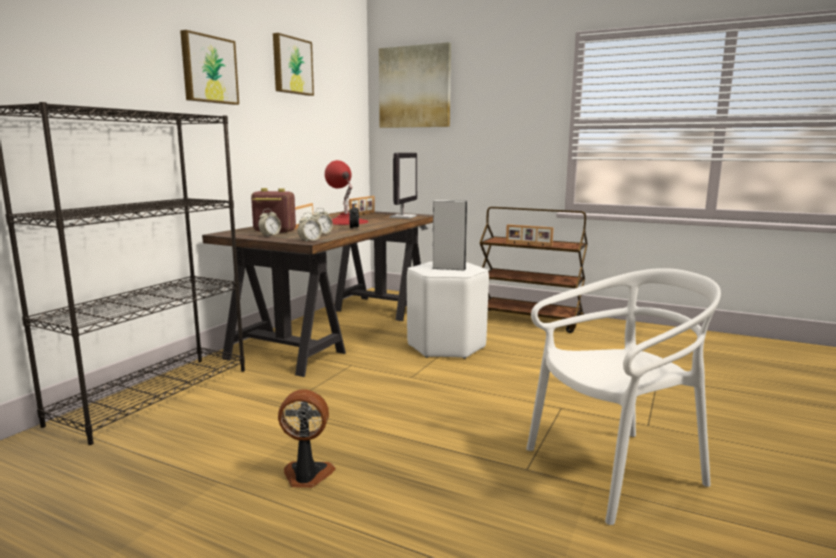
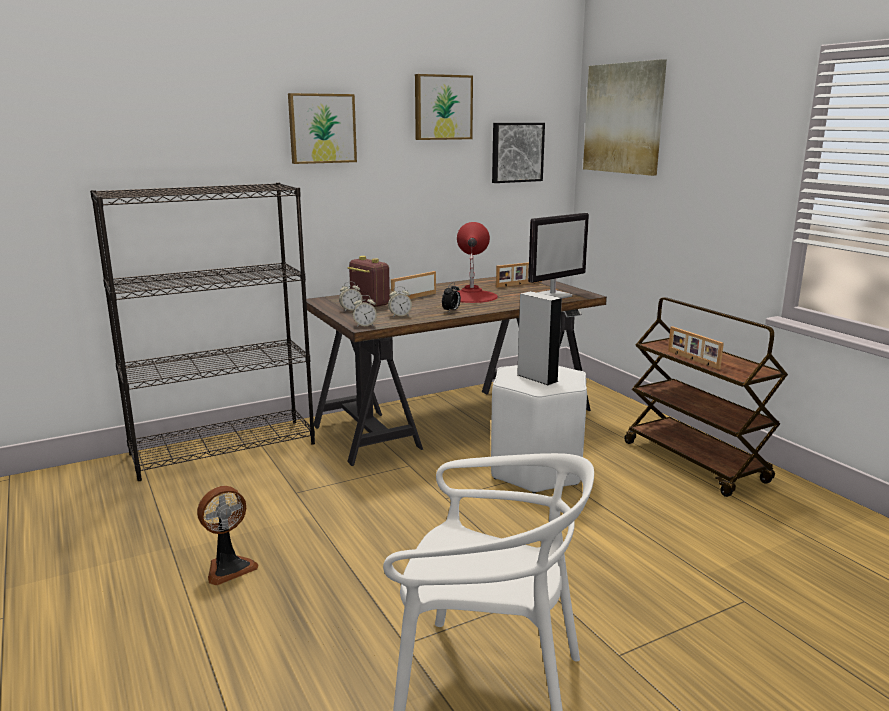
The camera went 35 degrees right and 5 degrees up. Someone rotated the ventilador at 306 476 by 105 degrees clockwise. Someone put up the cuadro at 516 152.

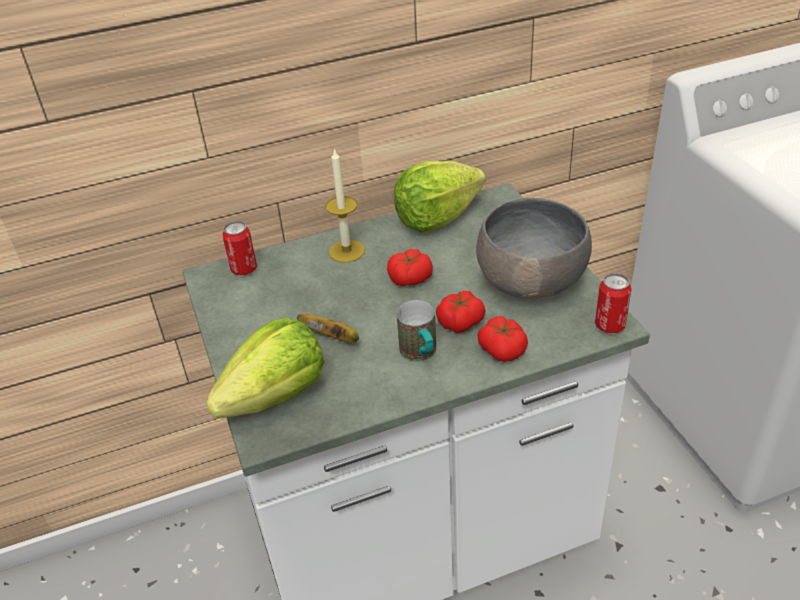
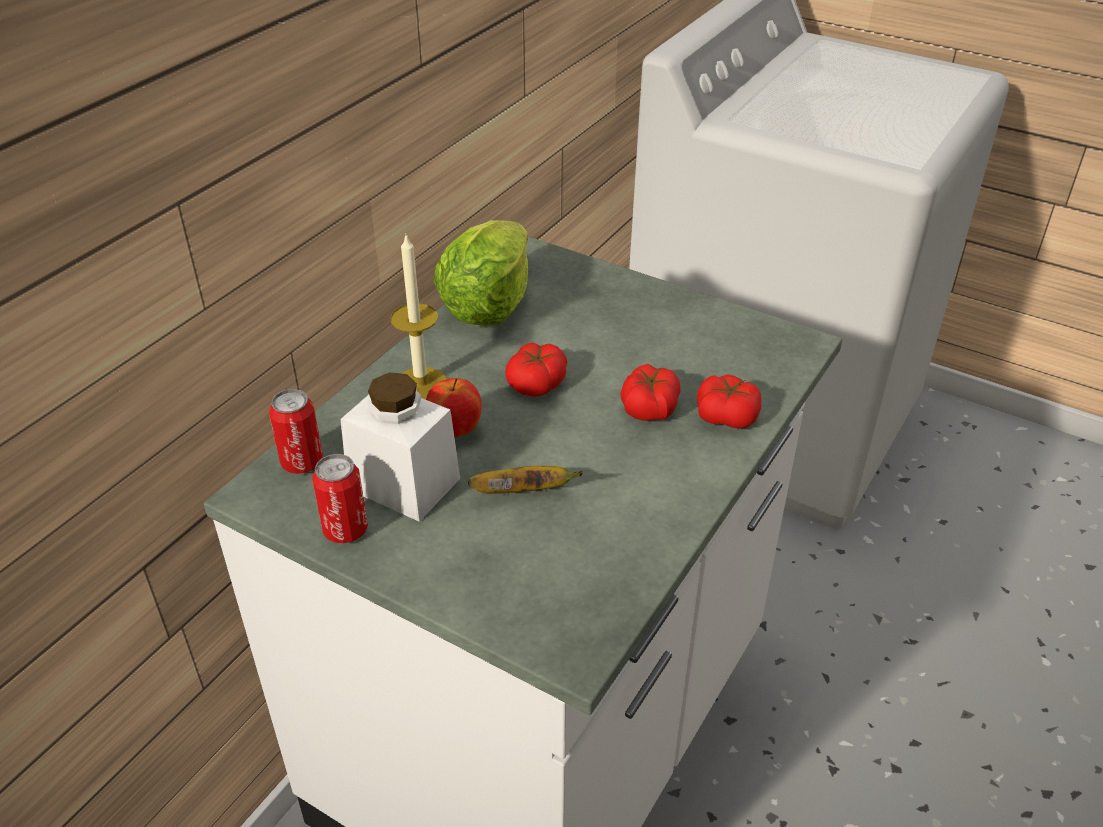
The camera went 40 degrees left and 0 degrees up. Someone took away the lechuga at 276 396. Someone took away the taza grande at 421 354. Someone took away the cuenco/gris at 530 281. Someone carried the lata from 610 325 to 345 530. Someone put down the tarro/blanco at 404 483. Someone put down the manzana at 455 431.

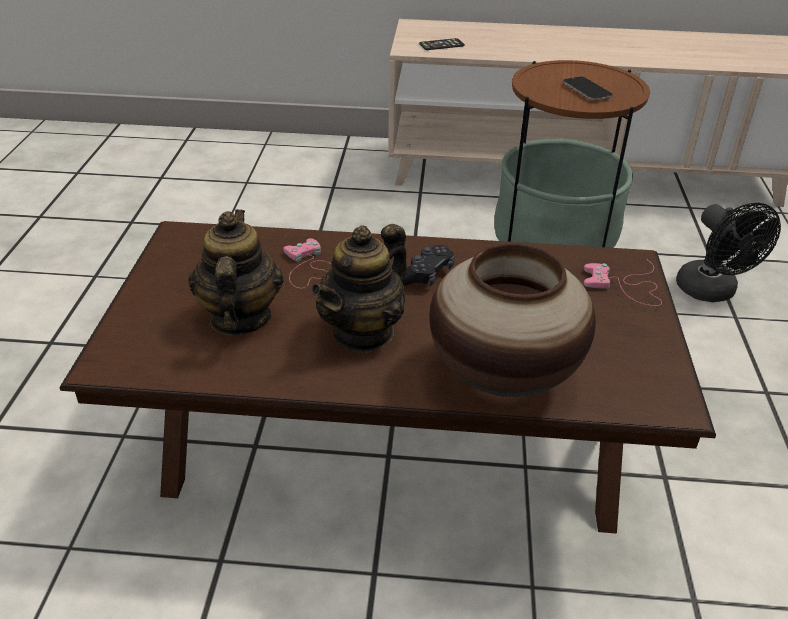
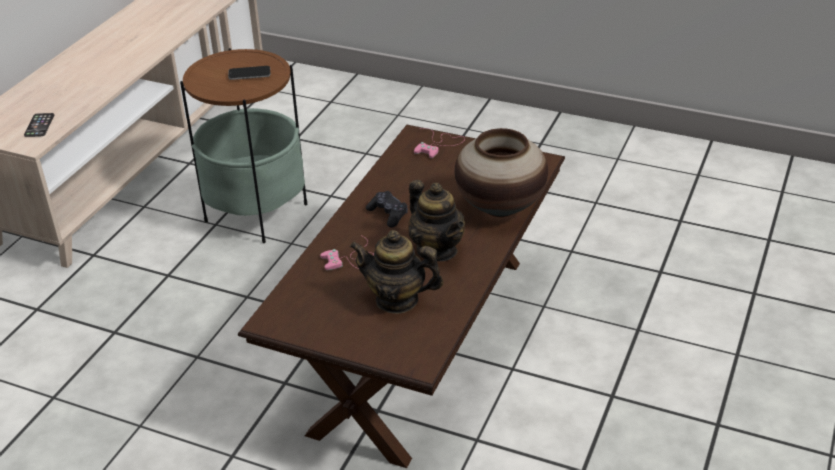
The camera went 70 degrees left and 0 degrees up. Someone took away the ventilador/negro at 712 292.

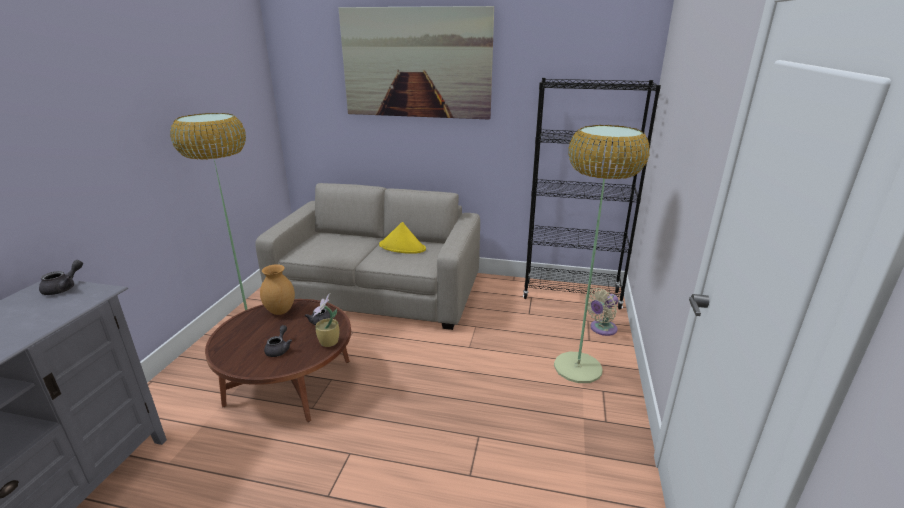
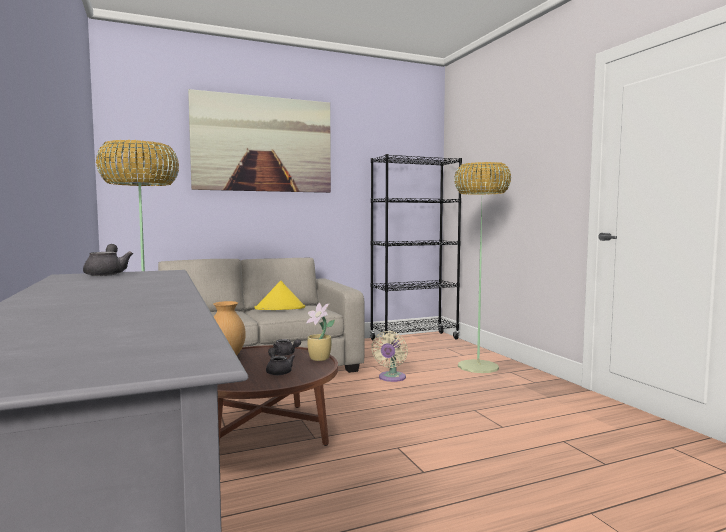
The camera went 35 degrees left and 20 degrees down. Someone carried the ventilador/beis from 601 329 to 391 378.

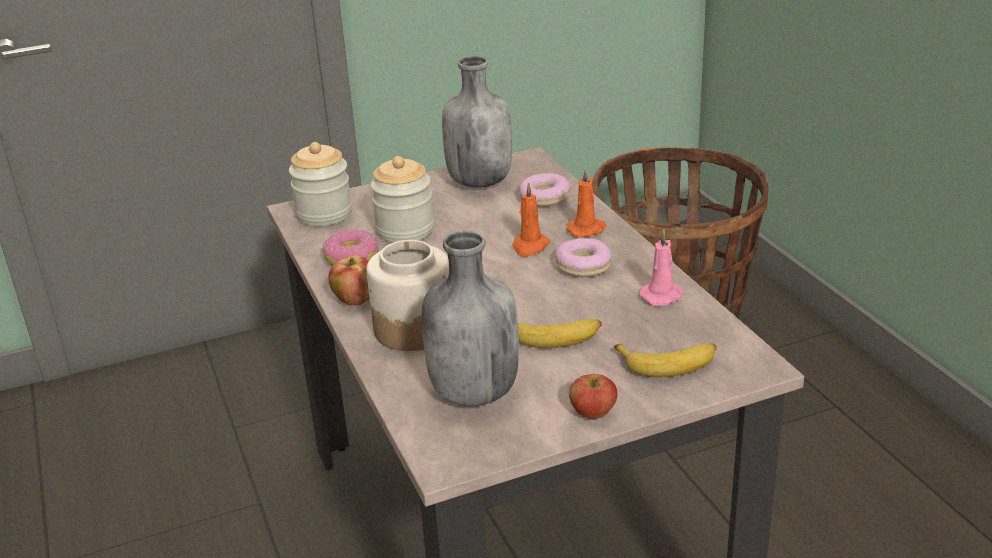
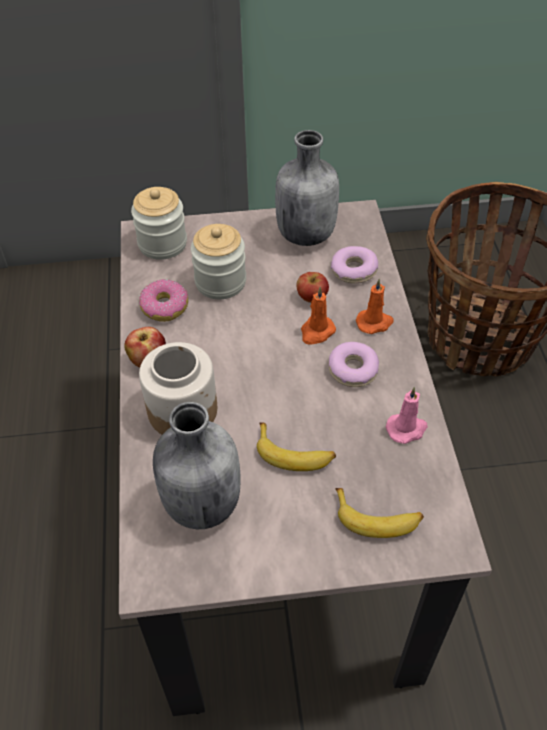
The camera went 15 degrees right and 20 degrees up. Someone carried the manzana from 593 413 to 312 297.

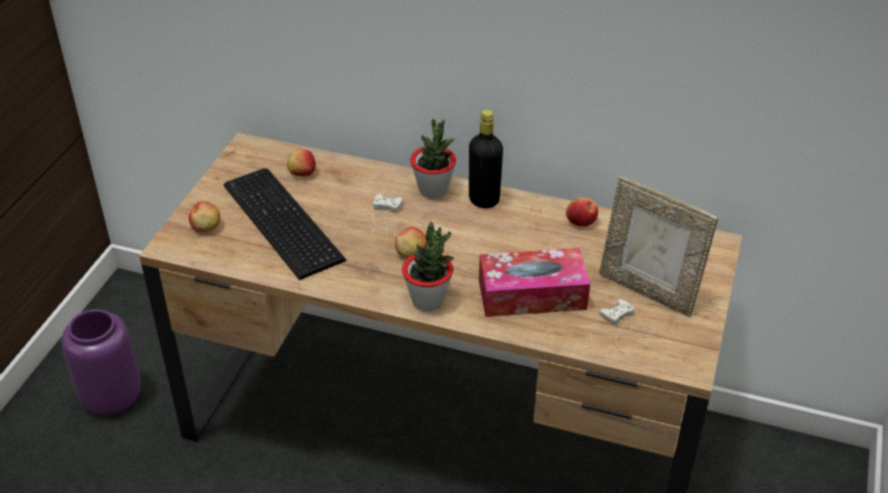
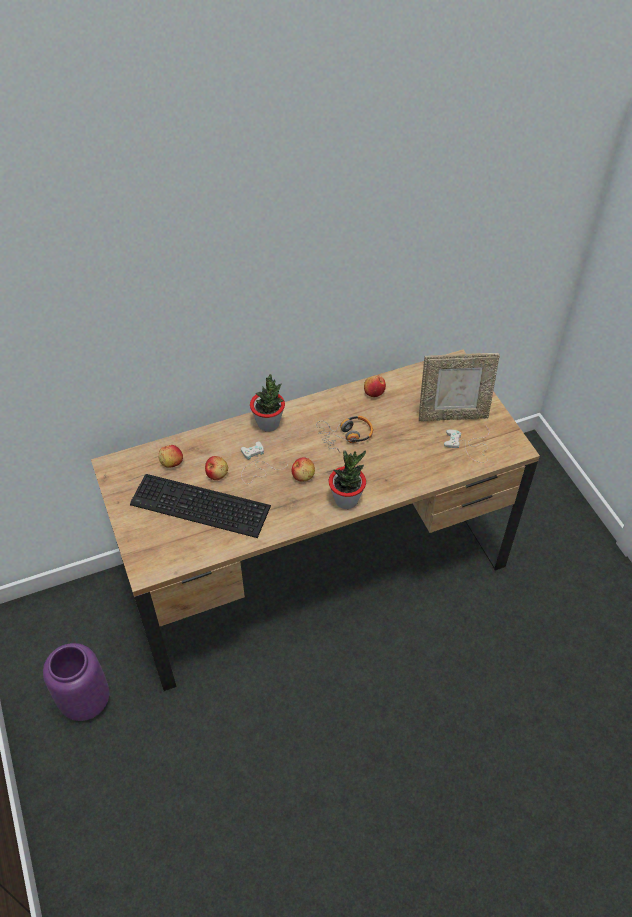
The camera went 40 degrees left and 10 degrees up. Someone carried the manzana from 206 227 to 217 474. Someone took away the botella/negro at 484 200. Someone took away the caja de pañuelos at 532 294. Someone put down the auriculares at 346 436.

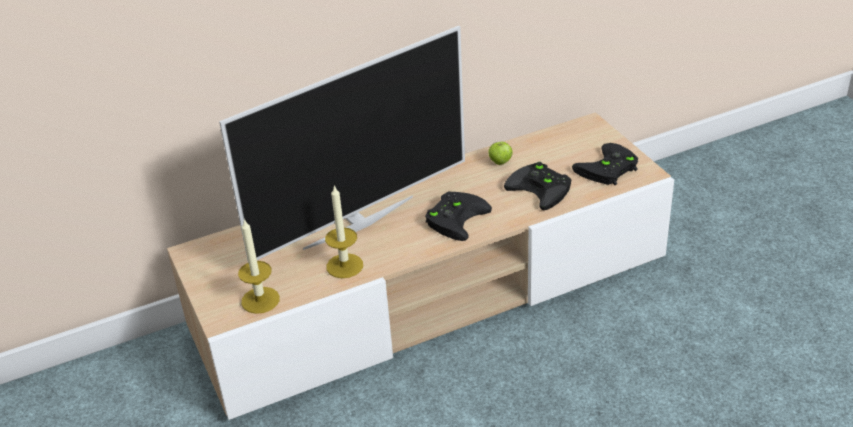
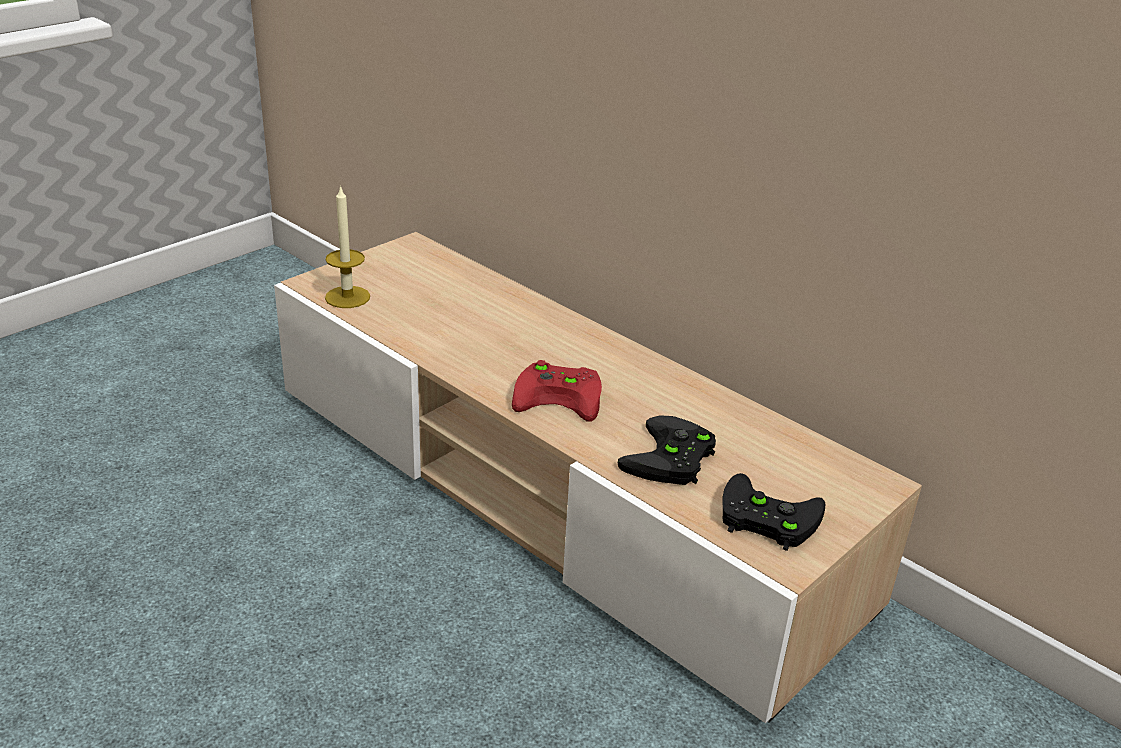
The camera went 65 degrees right and 5 degrees down. Someone took away the televisor at 358 221. Someone took away the vela at 344 266. Someone repainted the mando de consola/negro at 455 217, which became the mando de consola/rojo at 561 396. Someone took away the manzana at 500 162.

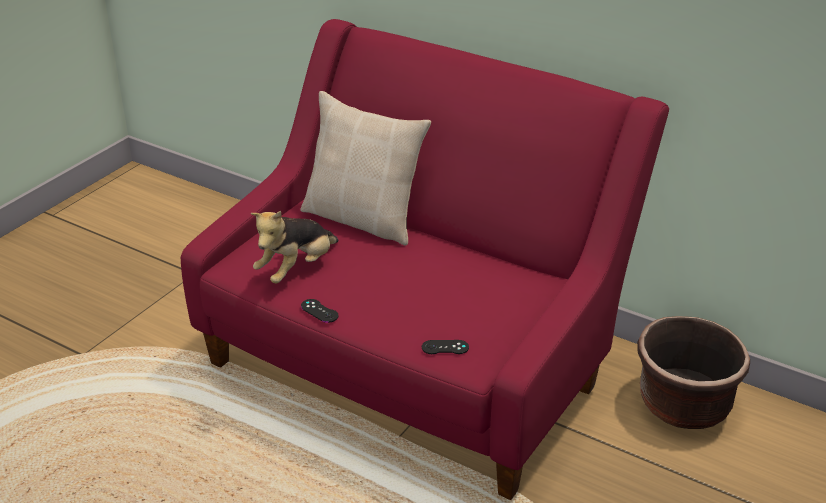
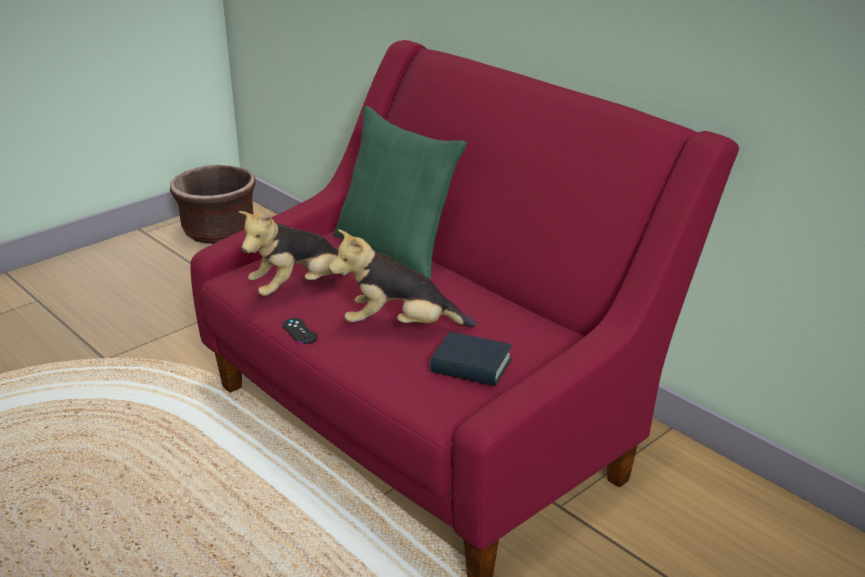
The camera went 15 degrees right and 5 degrees down. Someone repainted the cojín/beis at 364 219, which became the cojín/verde at 396 251. Someone took away the mando de consola/negro at 445 347. Someone carried the maceta/marrón from 683 404 to 219 232. Someone put down the peluche at 400 326. Someone put down the libro at 471 366.

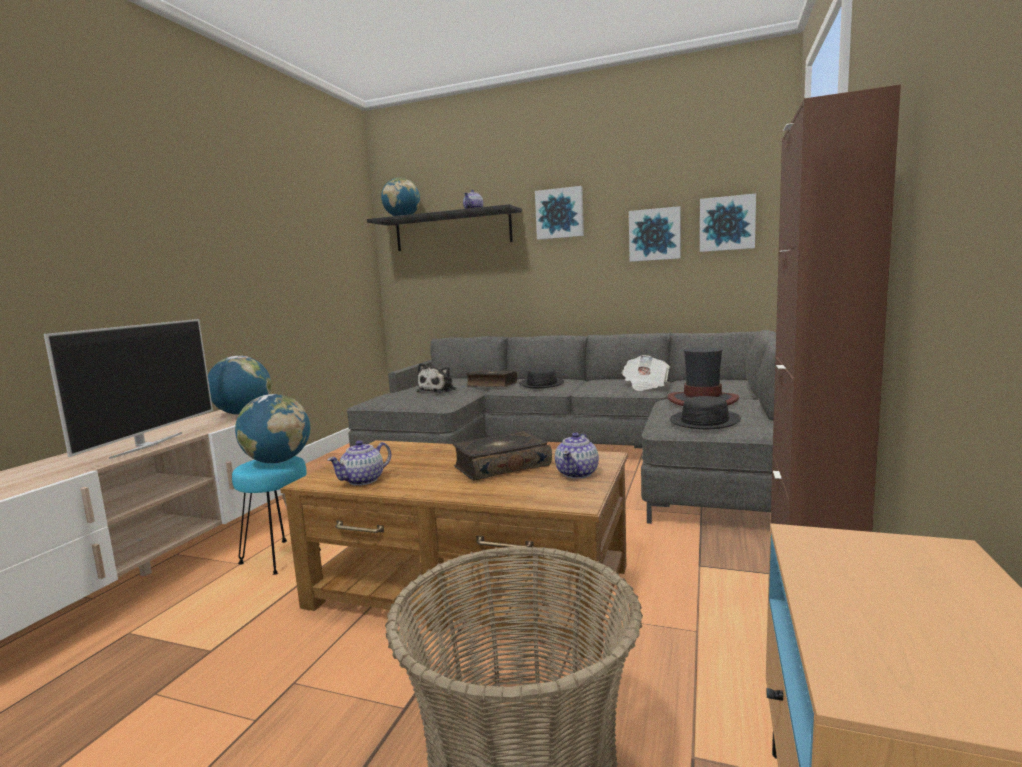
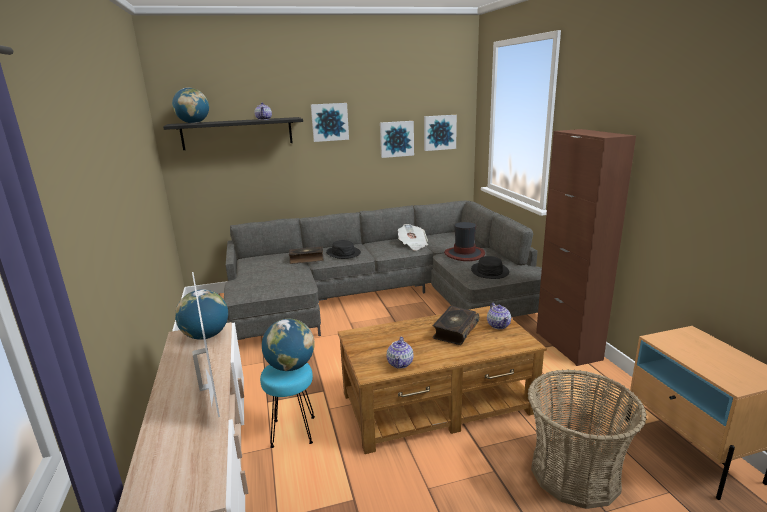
The camera went 35 degrees left and 10 degrees up. Someone took away the peluche at 438 390.

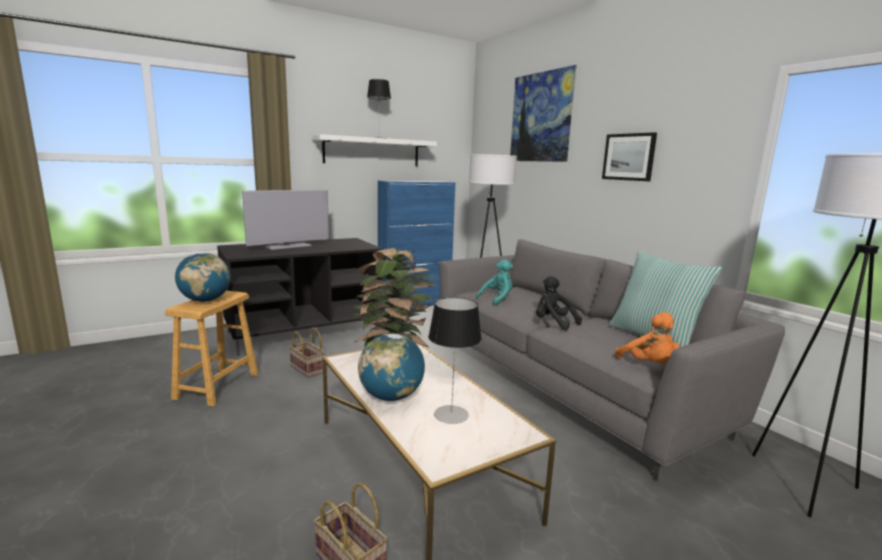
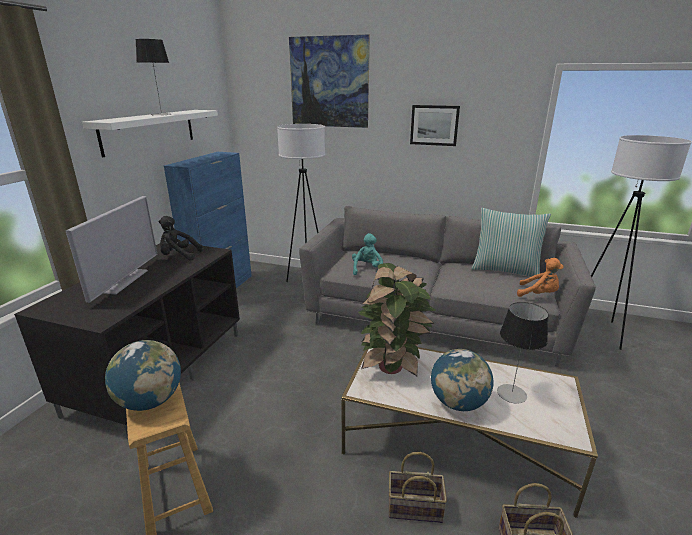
The camera went 40 degrees left and 10 degrees up. Someone carried the cesta from 306 369 to 413 508. Someone carried the peluche/negro from 553 323 to 179 256.

